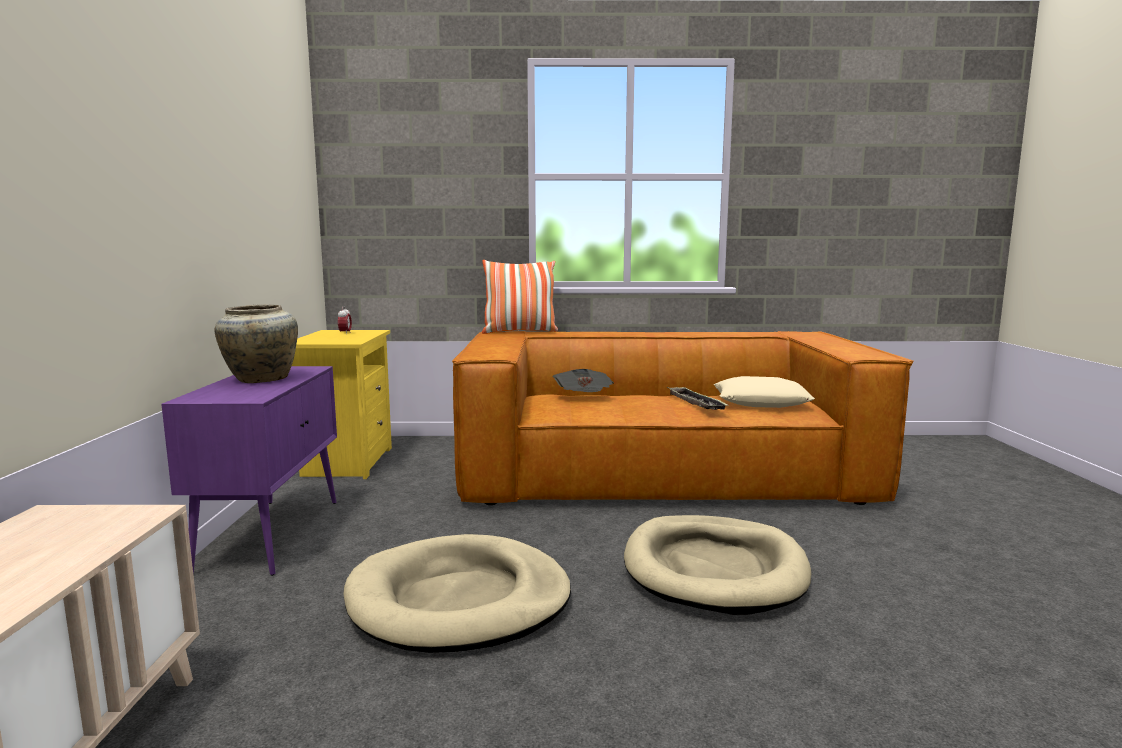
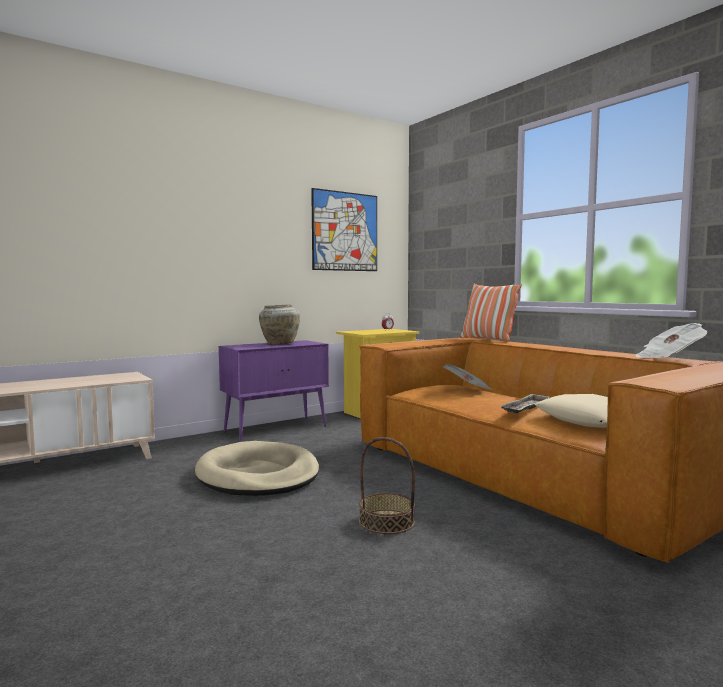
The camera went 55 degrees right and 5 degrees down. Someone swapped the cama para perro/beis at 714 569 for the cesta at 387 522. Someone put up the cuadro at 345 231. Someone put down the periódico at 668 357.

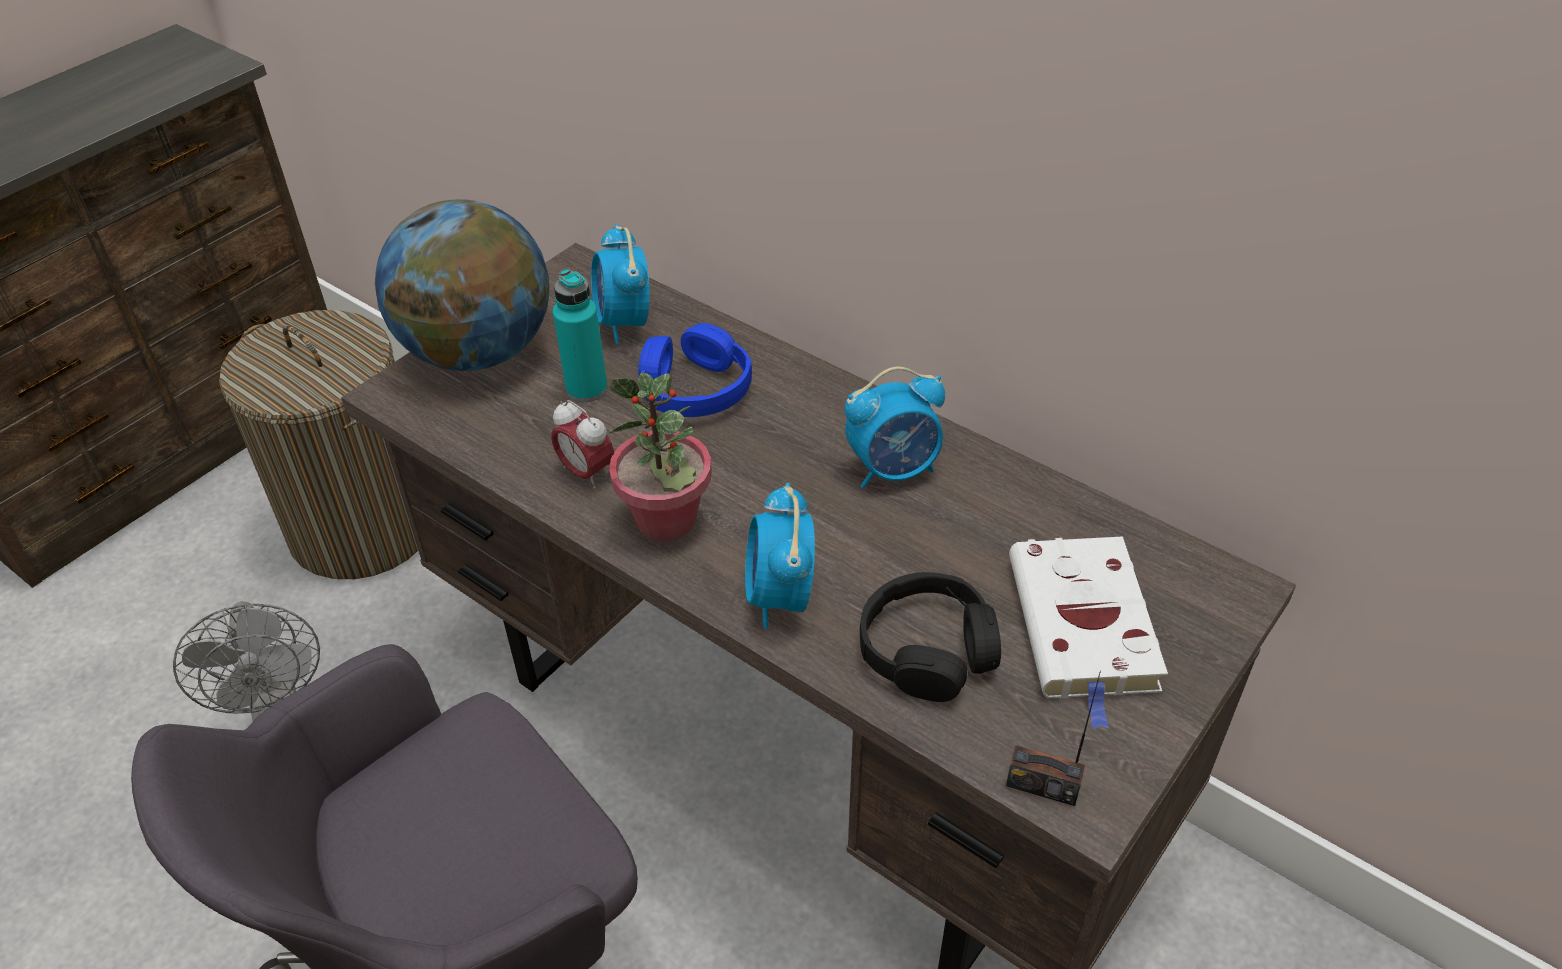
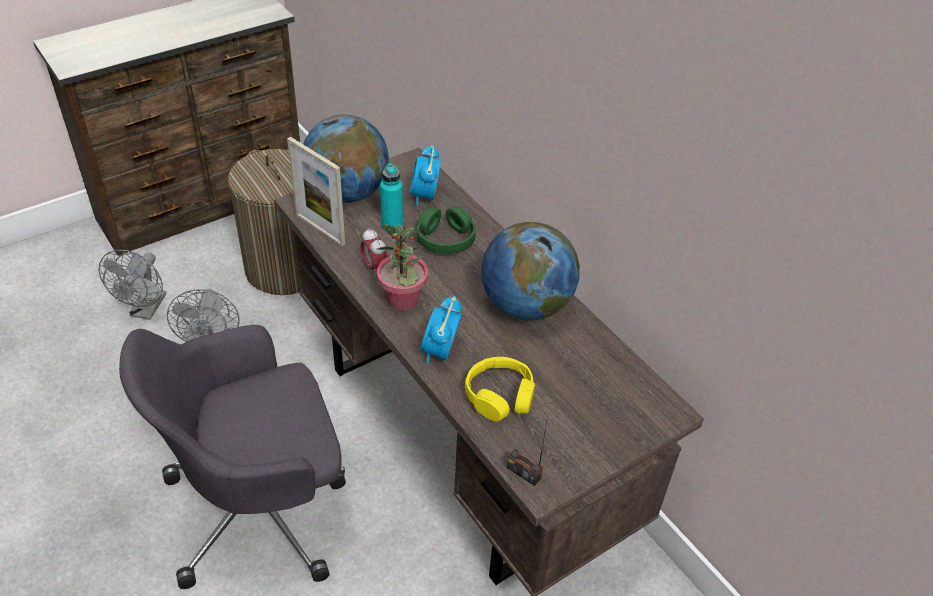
The camera went 15 degrees right and 0 degrees up. Someone repainted the auriculares/azul at 695 388, which became the auriculares/verde at 445 239. Someone swapped the despertador at 894 469 for the globo terráqueo at 526 305. Someone repainted the auriculares/negro at 928 650, which became the auriculares/amarillo at 500 396. Someone took away the libro/blanco at 1084 629. Someone put down the ventilador/gris at 146 310. Someone put down the portarretratos at 320 229.

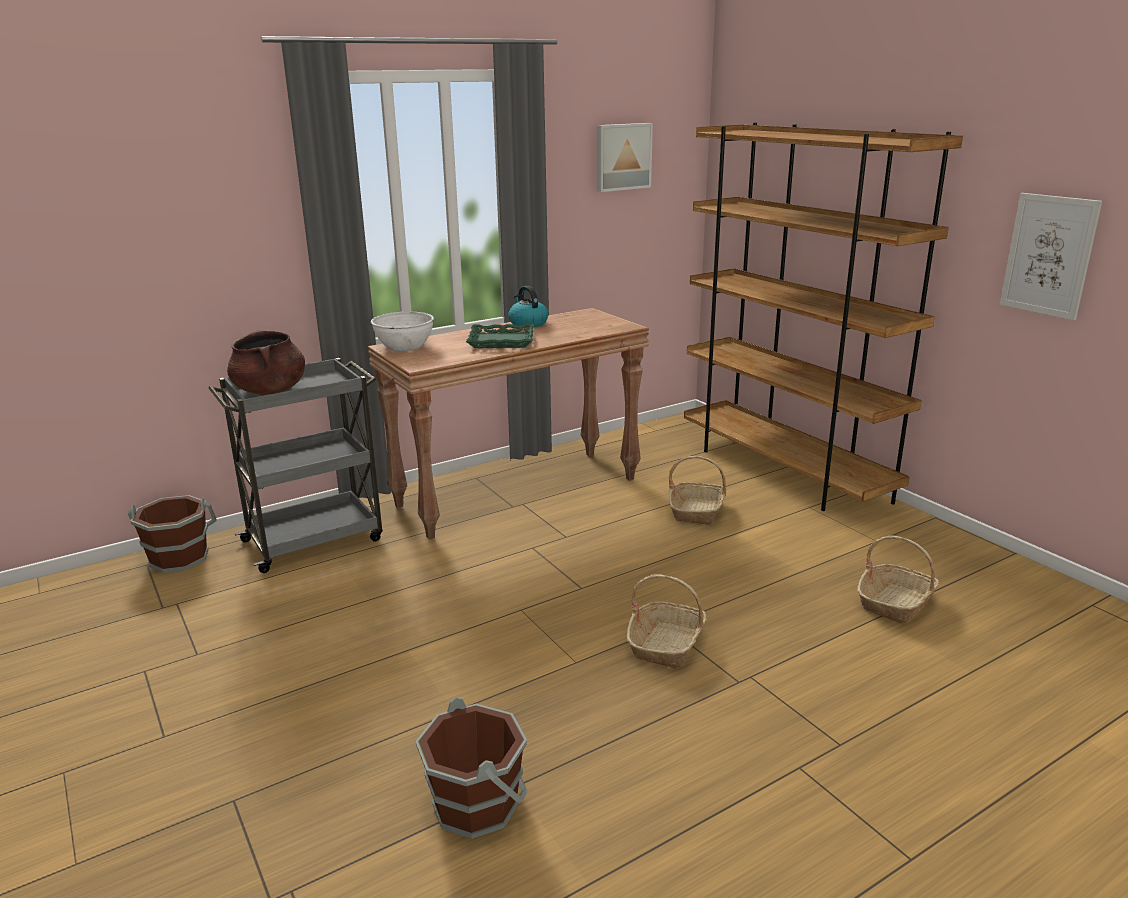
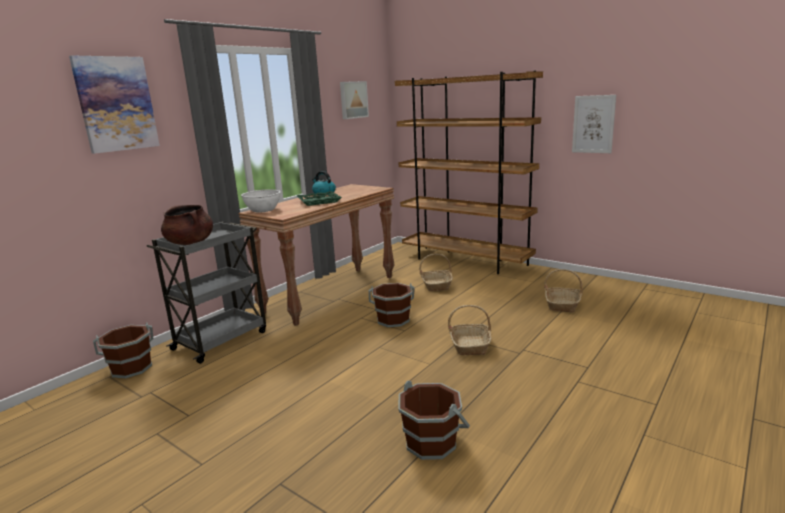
The camera went 20 degrees left and 5 degrees down. Someone put up the cuadro at 116 104. Someone put down the cubo/marrón at 393 319.

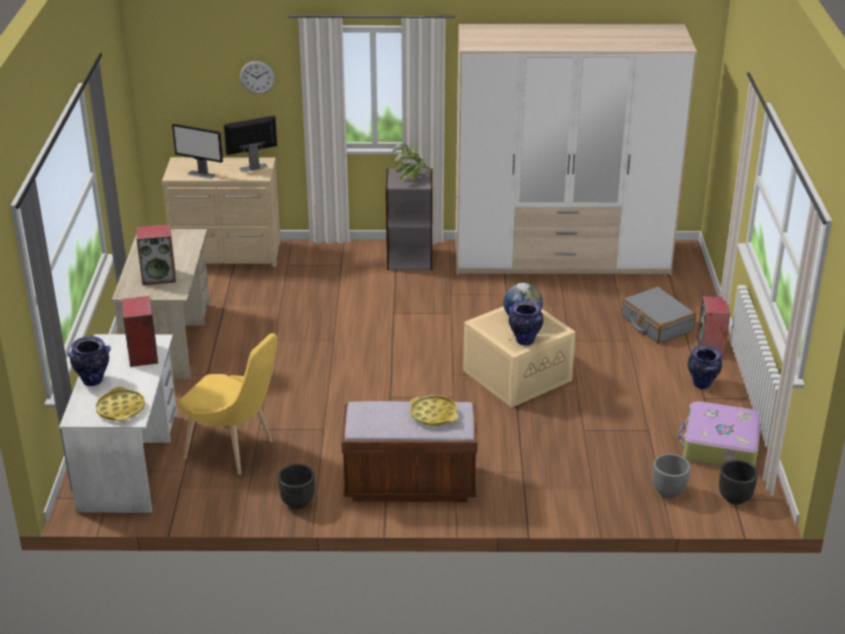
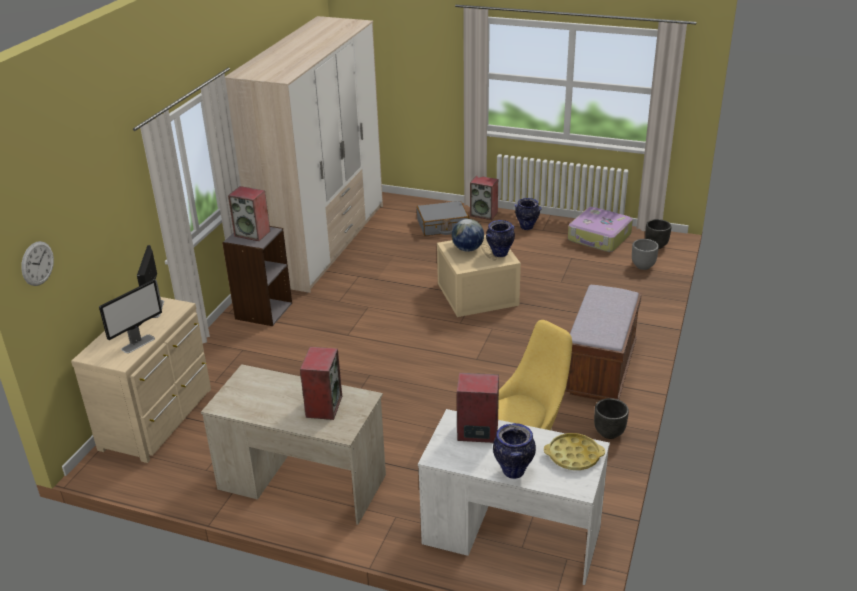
The camera went 70 degrees left and 0 degrees up. Someone carried the reloj de pared from 257 77 to 37 263. Someone swapped the planta en maceta at 411 177 for the altavoz at 253 233. Someone took away the bandeja/amarillo at 433 414.

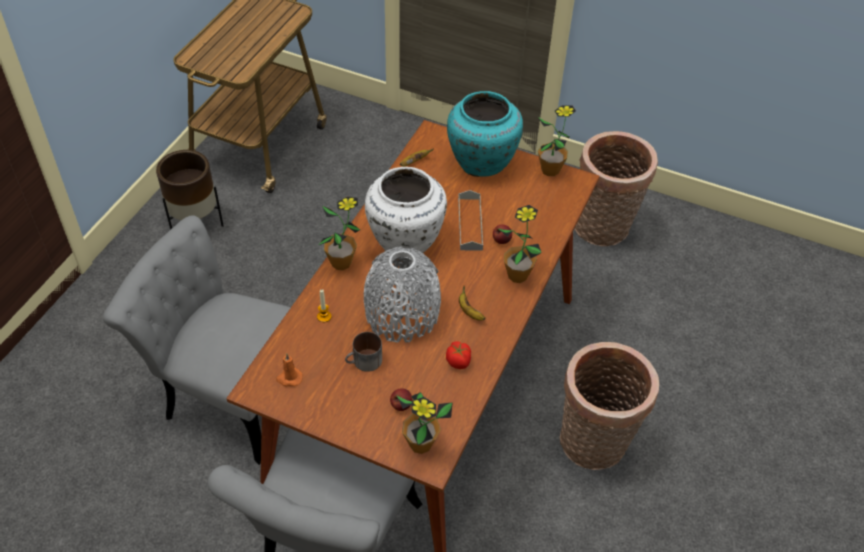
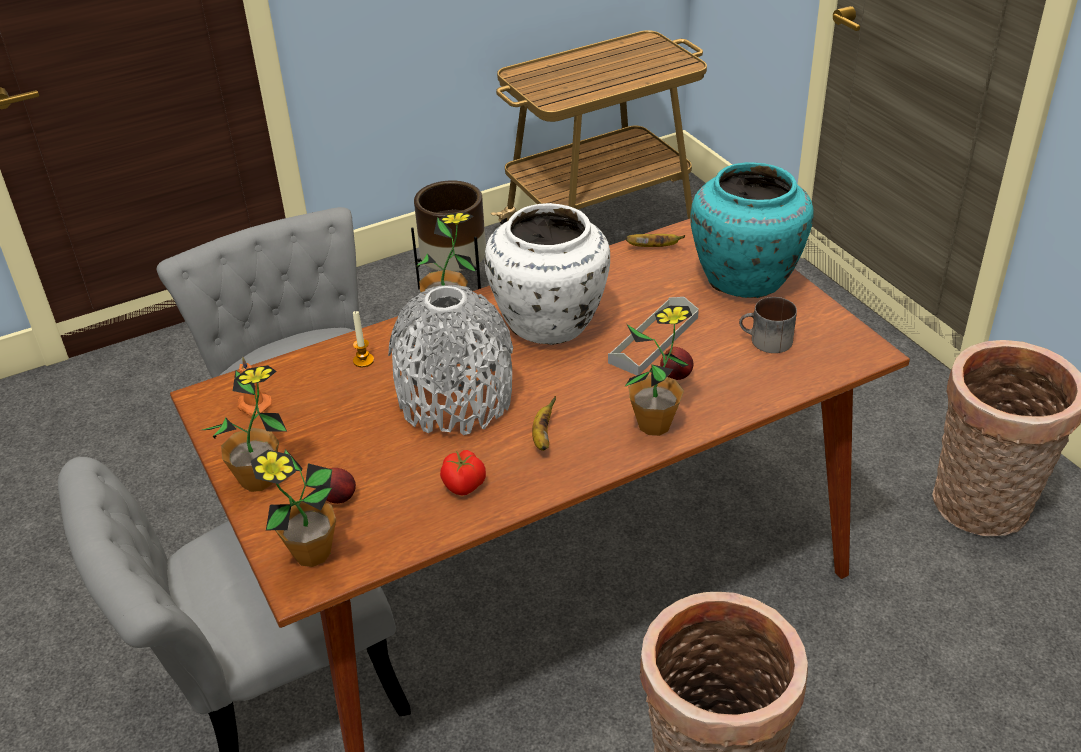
The camera went 40 degrees right and 10 degrees down. Someone carried the taza grande from 364 362 to 766 341. Someone carried the planta en maceta from 550 170 to 258 480.

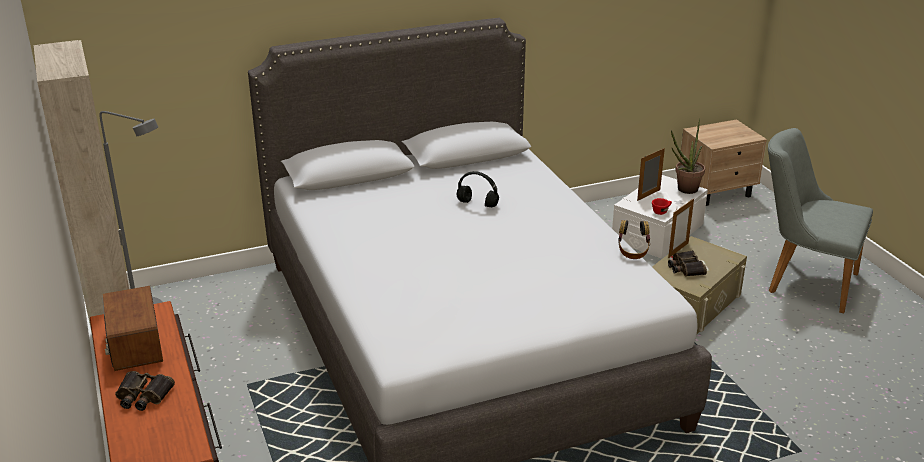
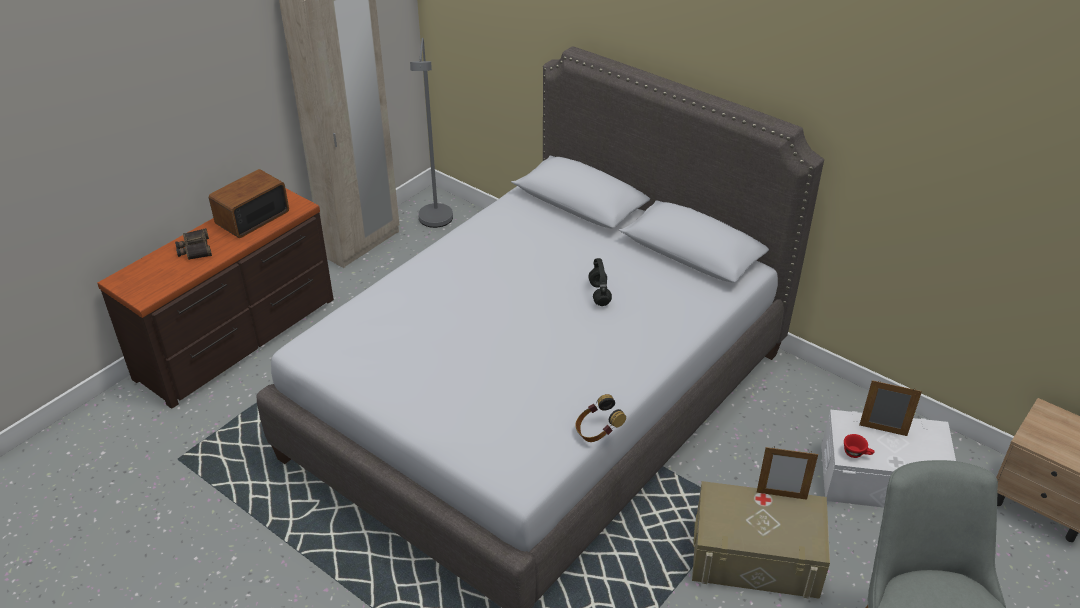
The camera went 60 degrees right and 10 degrees up. Someone took away the prismáticos at 685 268. Someone took away the planta en maceta at 684 190.

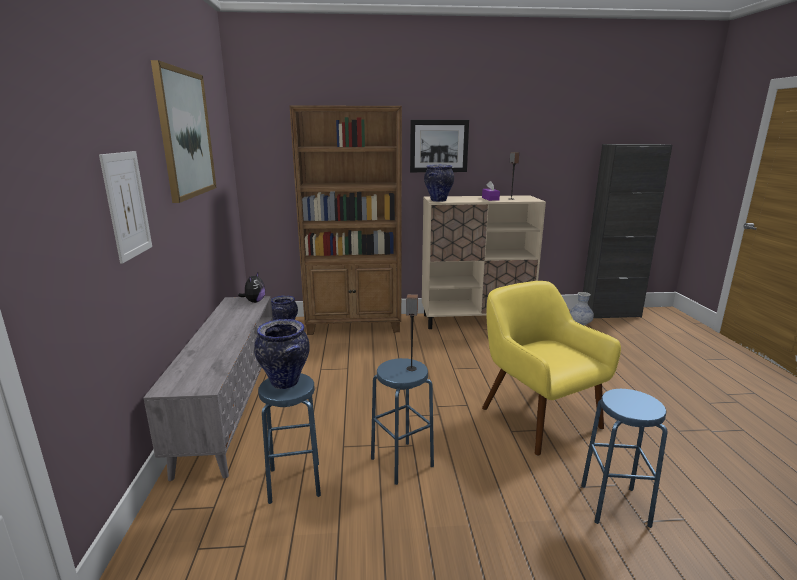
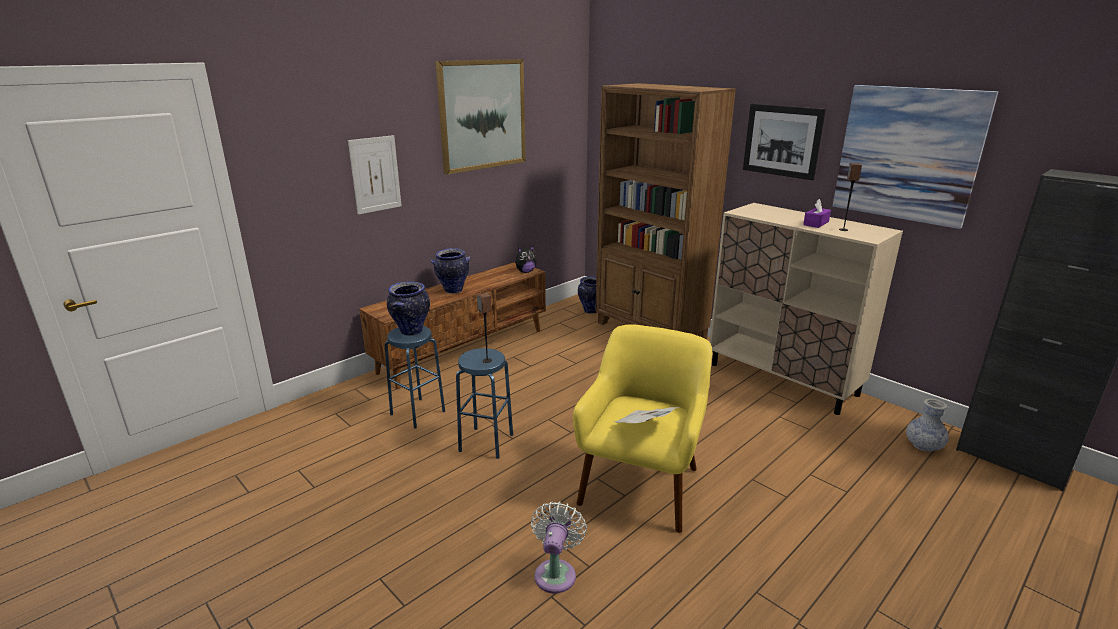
The camera went 50 degrees right and 5 degrees up. Someone repainted the mueble de televisión/gris at 230 407, which became the mueble de televisión/marrón at 463 350. Someone carried the florero from 438 201 to 453 290. Someone swapped the taburete/azul at 614 505 for the ventilador/blanco at 556 572. Someone put down the periódico at 644 429. Someone put up the cuadro at 907 154.

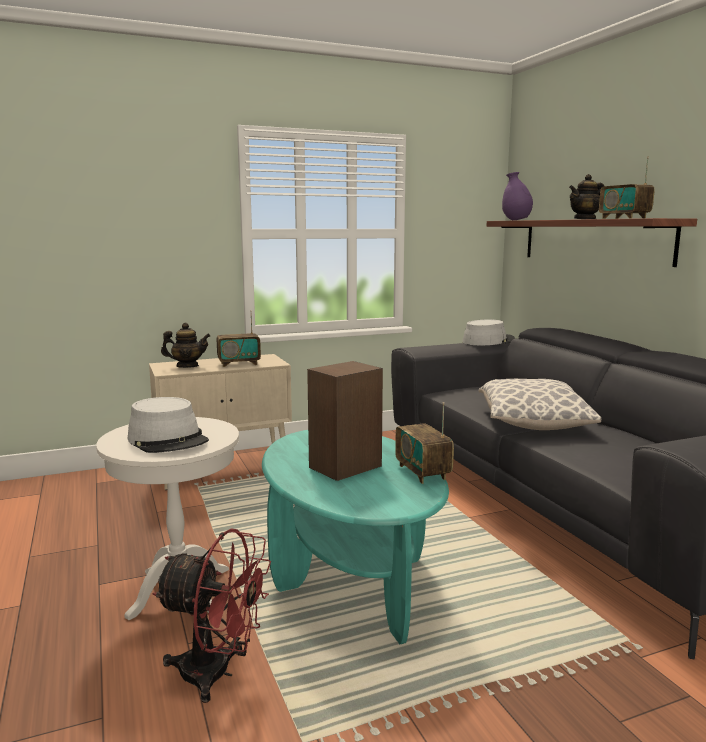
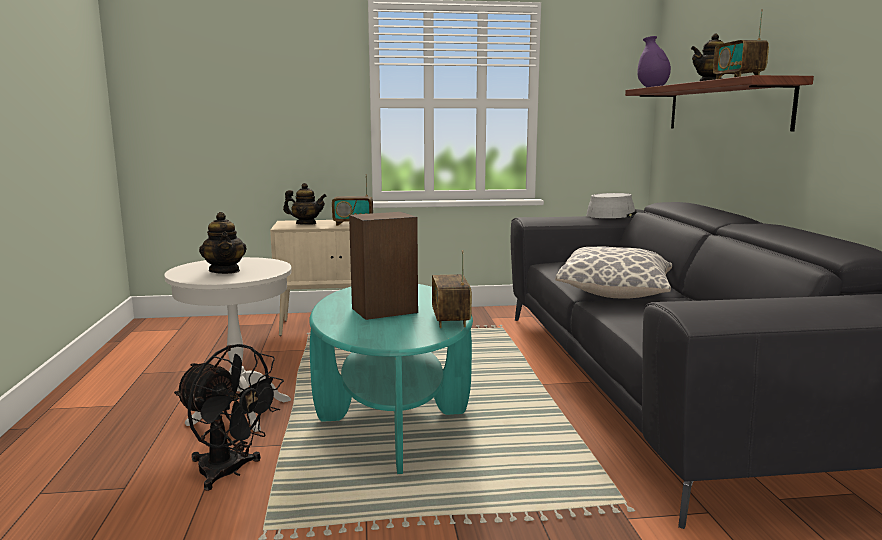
The camera went 15 degrees right and 0 degrees up. Someone swapped the sombrero/gris at 168 439 for the tetera at 225 271. Someone repainted the ventilador/rojo at 217 673, which became the ventilador/negro at 230 472.

